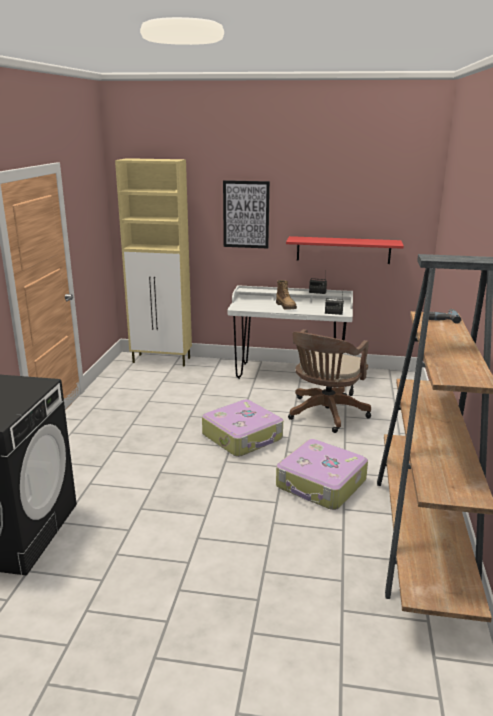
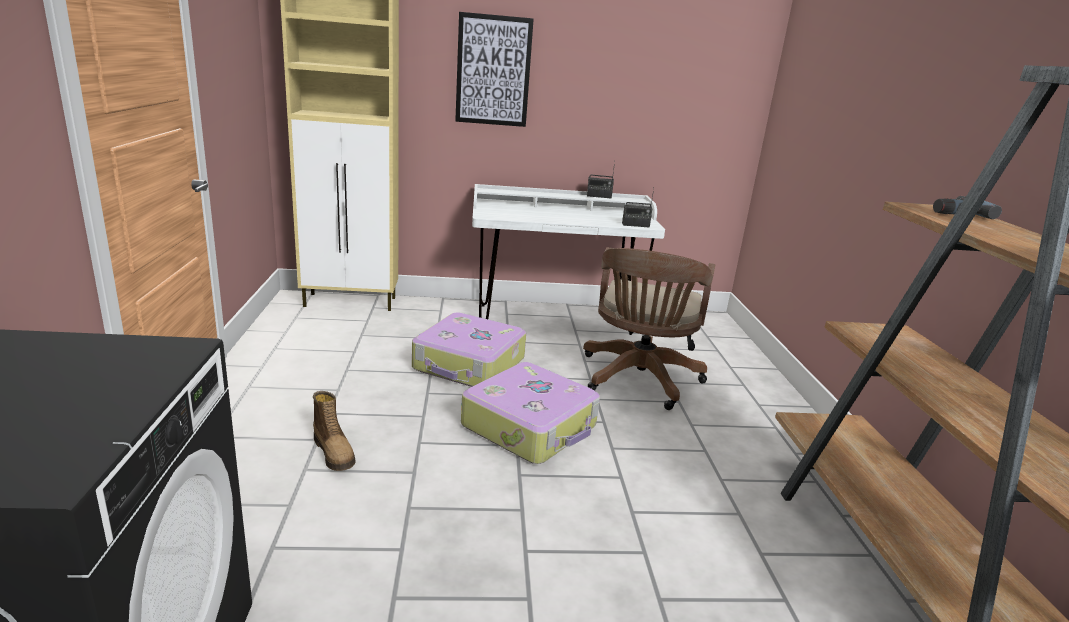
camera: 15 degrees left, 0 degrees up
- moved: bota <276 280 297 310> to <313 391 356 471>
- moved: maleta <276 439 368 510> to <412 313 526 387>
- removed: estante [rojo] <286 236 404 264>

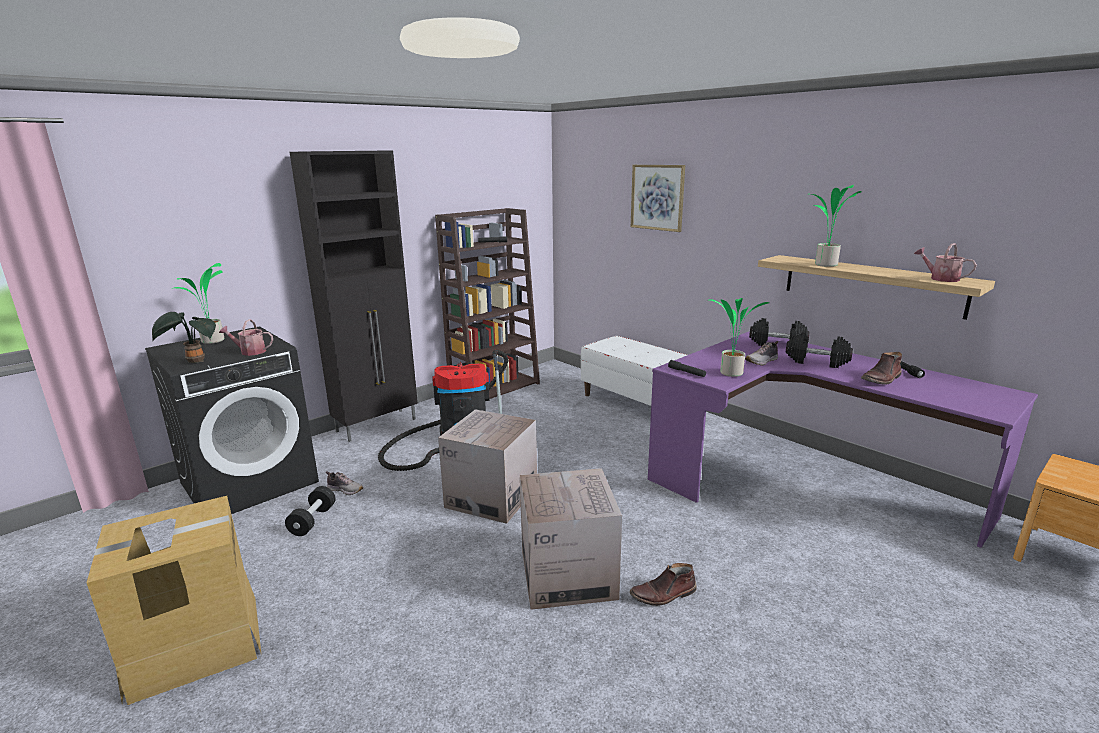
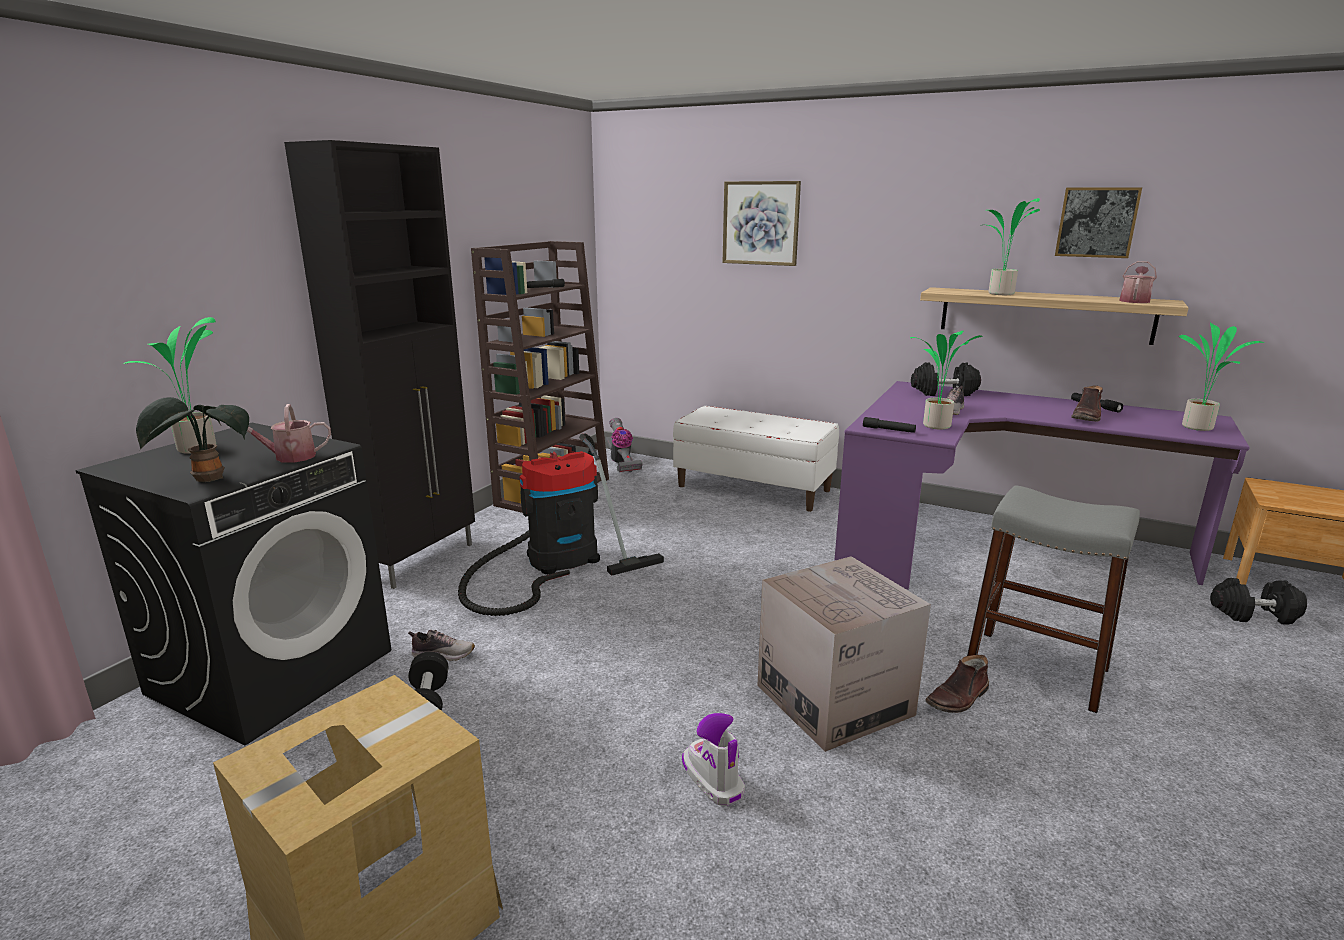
camera: 20 degrees left, 0 degrees up
- added: aspiradora <606 418 642 472>
- added: bota <682 713 745 806>
- added: taburete [gris] <967 485 1140 713>
- added: cuadro <1055 187 1142 258>
- turned: regadera <914 243 977 282> = <1119 261 1157 303> 90 degrees clockwise
- added: planta en maceta <1179 323 1264 431>
- moved: mancuerna [negro] <786 332 853 368> to <1210 578 1307 625>
- removed: caja de cartón <438 409 537 524>

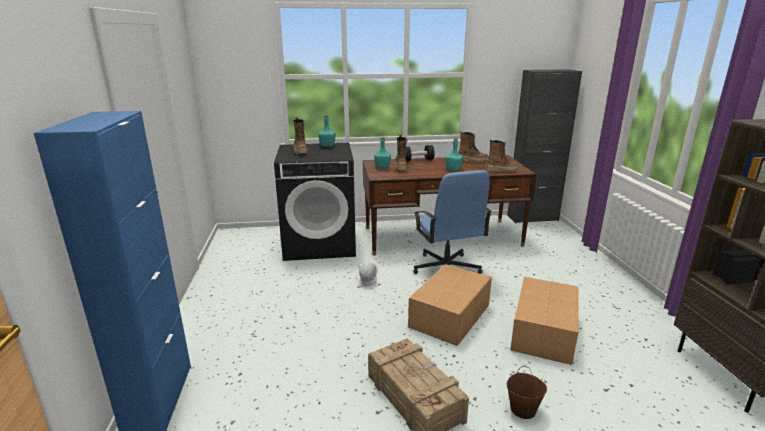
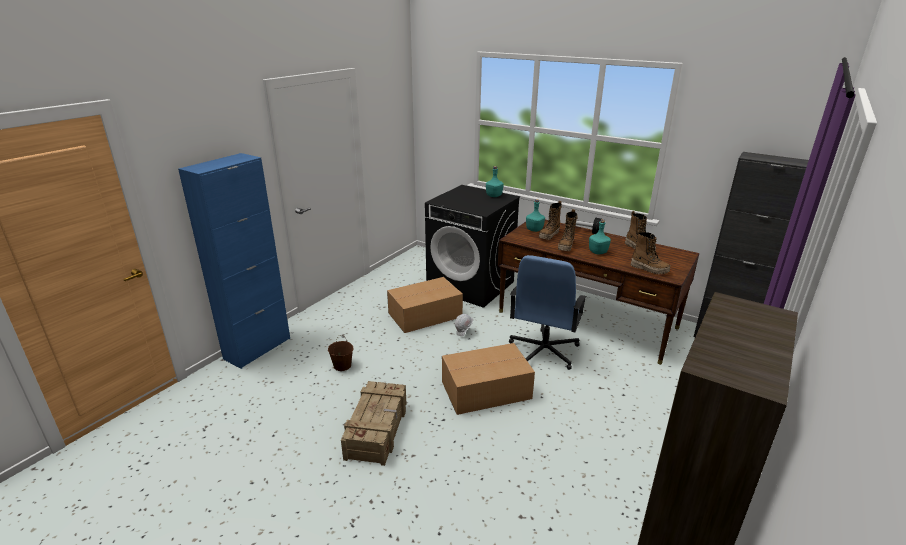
camera: 40 degrees right, 5 degrees up
- moved: cubo [marrón] <507 366 547 419> to <328 335 353 371>
- moved: caja de cartón <510 277 579 365> to <387 277 463 333>
- moved: bota <293 117 308 154> to <558 209 578 251>

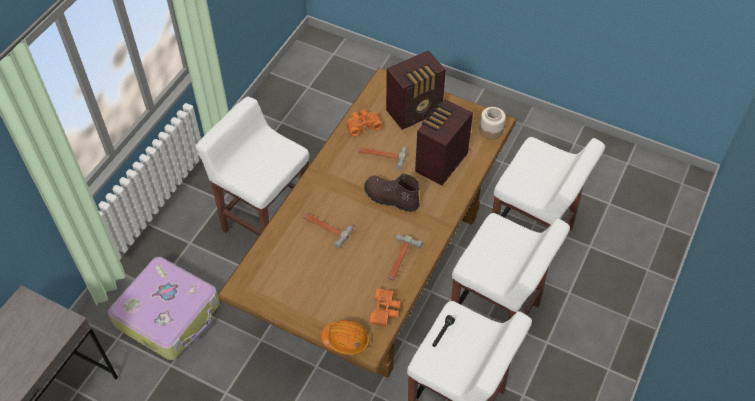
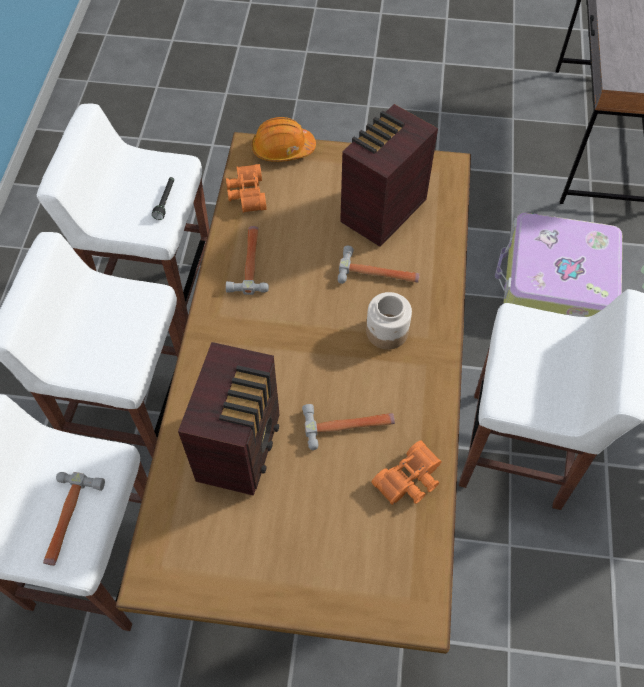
camera: 160 degrees right, 5 degrees up
- added: martillo <43 472 105 566>
- moved: radio <386 50 446 130> to <340 104 438 247>
- moved: tarro <479 107 506 140> to <366 292 412 350>
- removed: bota [marrón] <364 173 420 212>

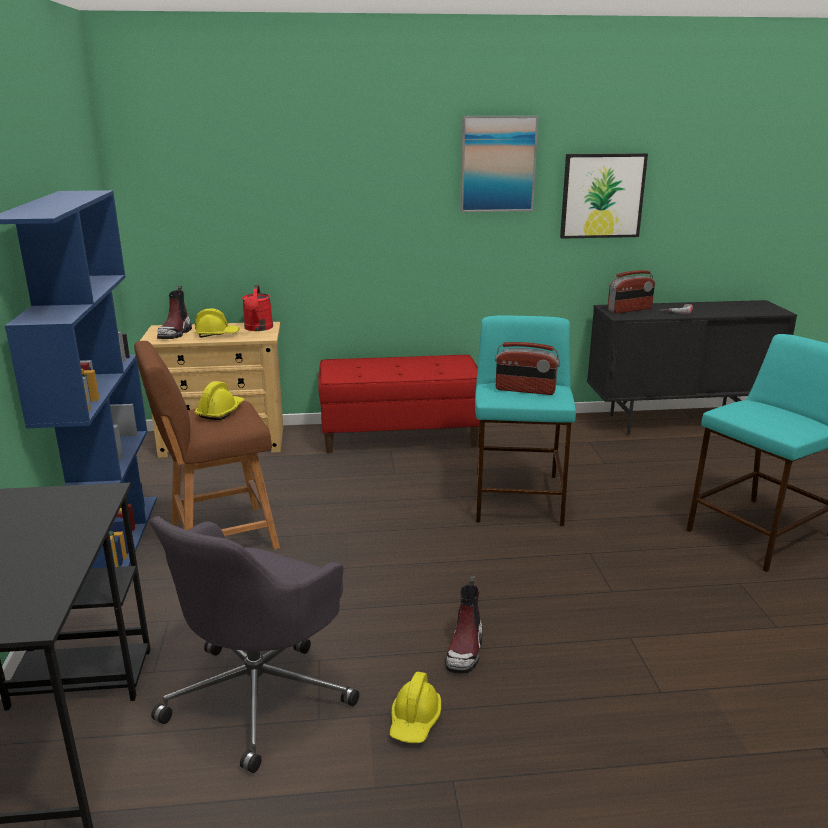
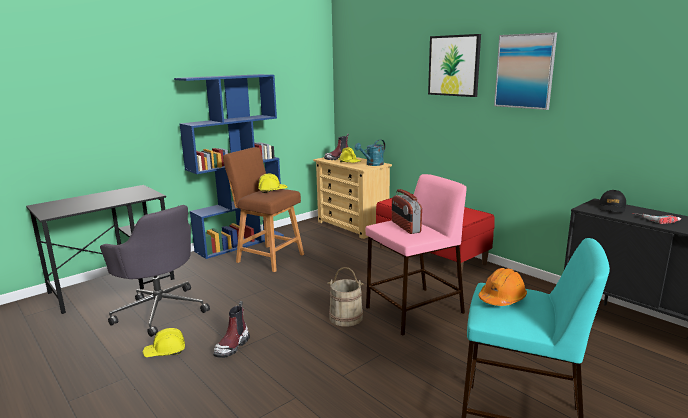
camera: 55 degrees right, 5 degrees down
- turned: silla de oficina [gris] <150 516 359 773> = <100 205 210 337> 135 degrees counterclockwise
- turned: bota <445 576 483 673> = <213 301 250 358> 45 degrees counterclockwise
- added: cubo [beis] <328 267 364 327>
- recoloured: regadera [rojo] <242 285 273 331> to regadera [turquesa] <355 140 385 166>
- recoloured: taburete [turquesa] <475 316 576 526> to taburete [rosa] <366 174 467 336>
- moved: cuadro <560 153 648 239> to <428 34 481 97>
- added: casco [naranja] <479 268 527 306>
- replaced: radio <607 270 655 313> to gorra [negro] <599 190 626 213>

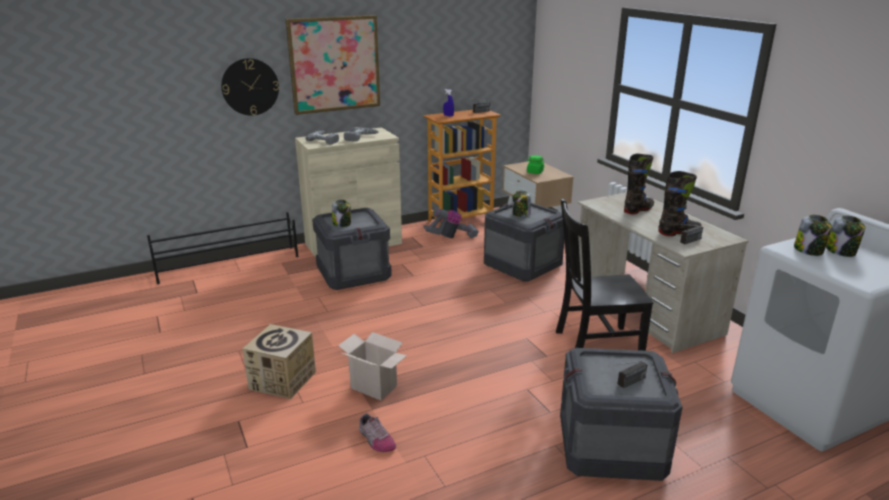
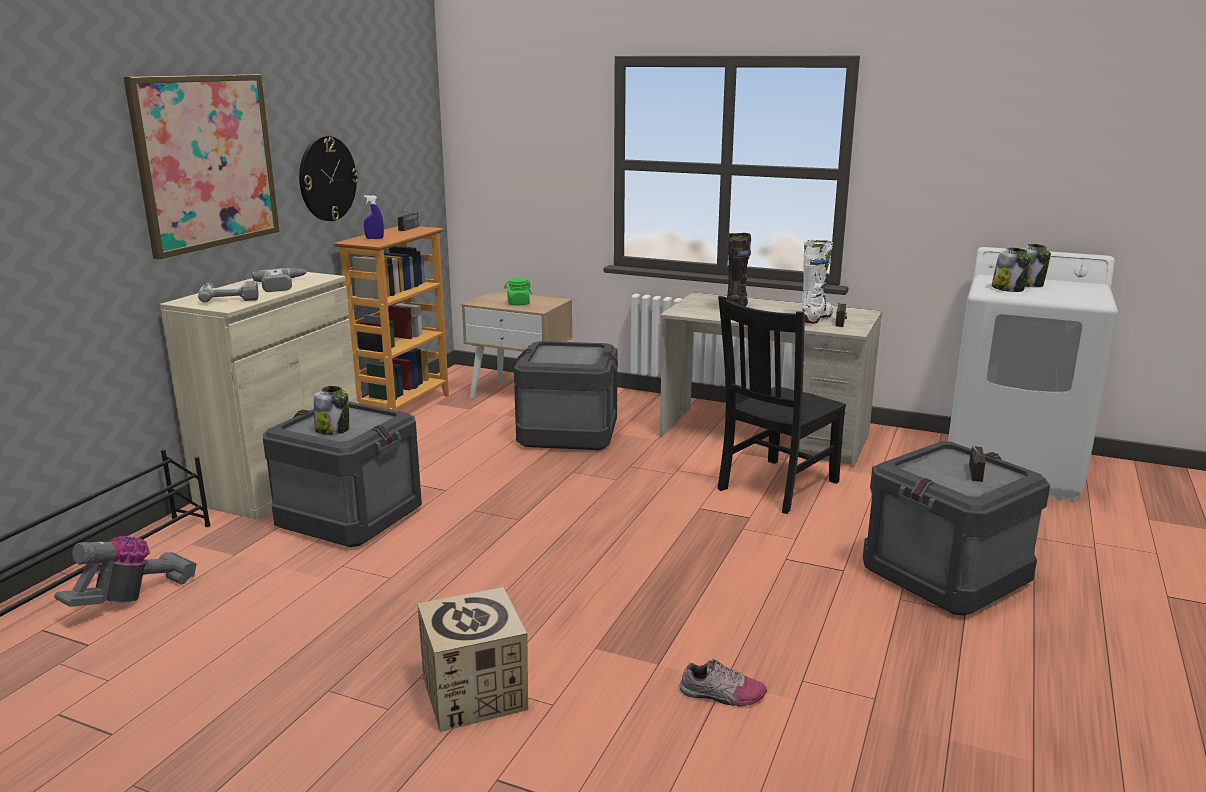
camera: 40 degrees left, 5 degrees down
- moved: aspiradora <423 208 479 238> to <54 536 197 607>
- moved: reloj de pared <221 58 279 116> to <299 136 359 221>
- recoloured: bota [negro] <659 171 702 236> to bota [blanco] <801 240 833 324>
- removed: caja de cartón <338 332 407 400>
- removed: tarro <512 191 531 217>

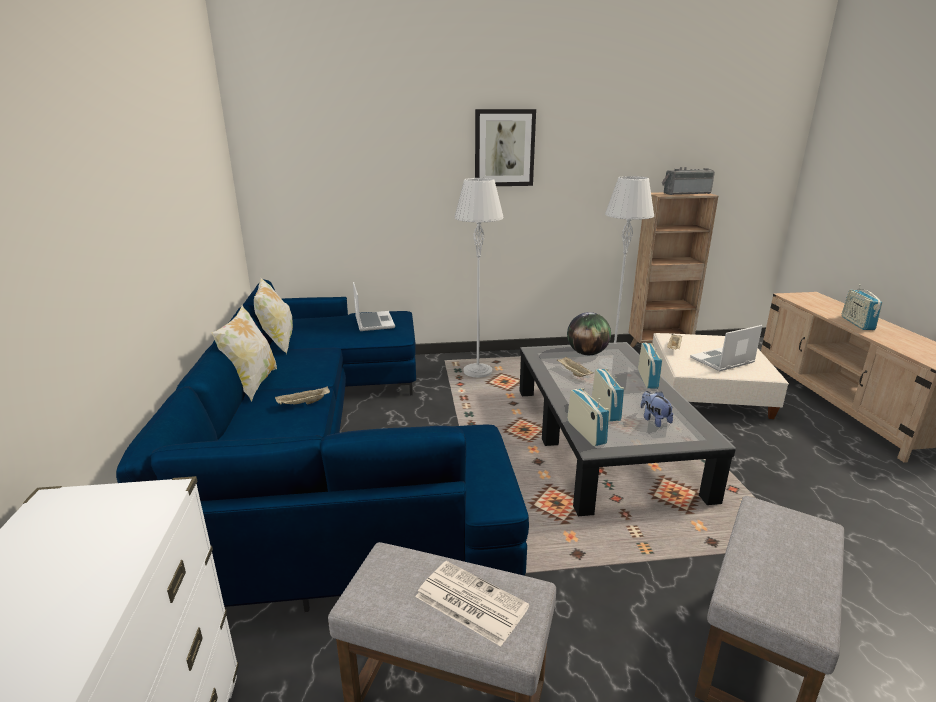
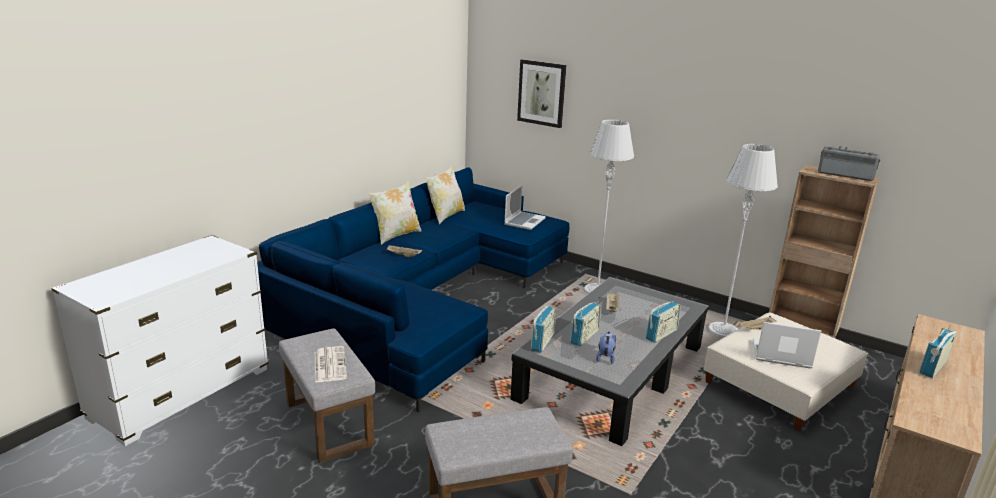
camera: 40 degrees right, 0 degrees up
- moved: cuadro <475 109 536 186> to <517 59 566 128>
- removed: globo terráqueo <567 312 611 355>

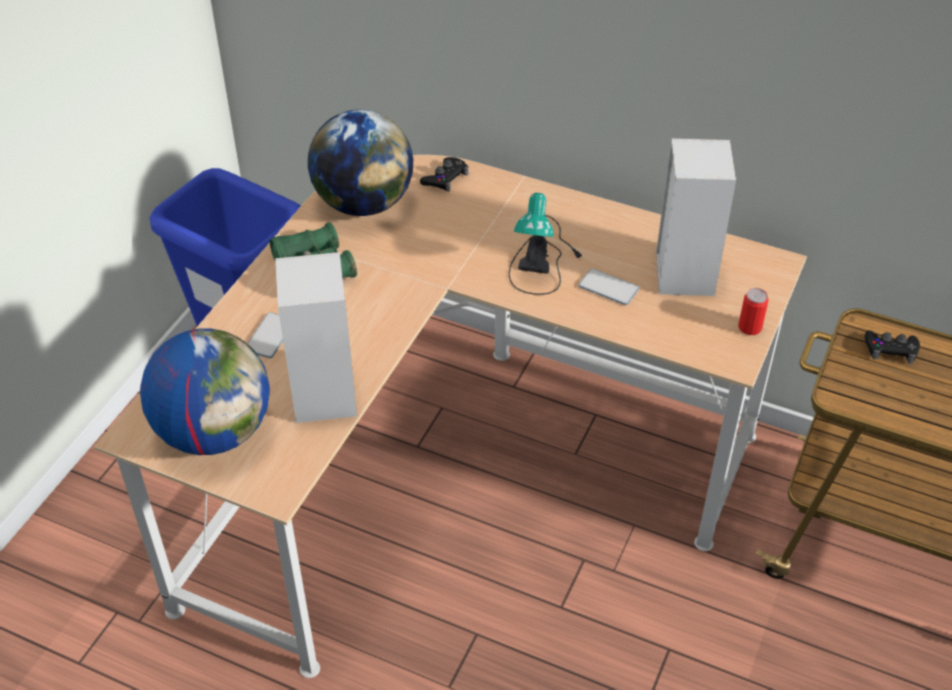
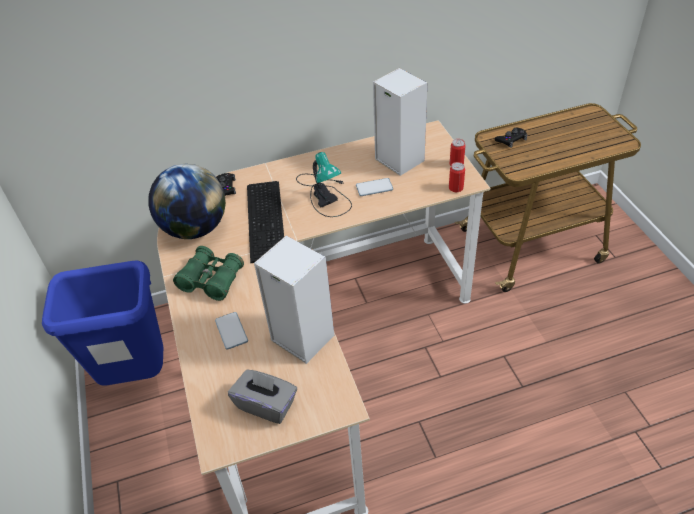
camera: 40 degrees left, 0 degrees up
- replaced: globo terráqueo <140 329 270 455> to caja de pañuelos [gris] <228 370 297 424>
- added: teclado <247 181 284 263>
- added: lata <449 162 465 192>

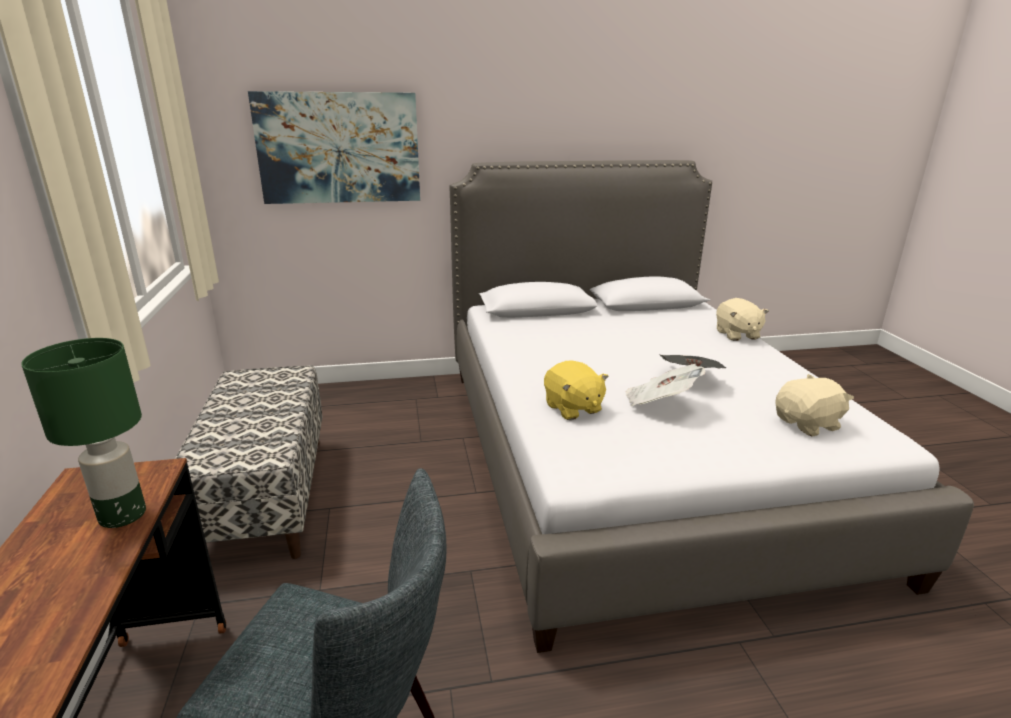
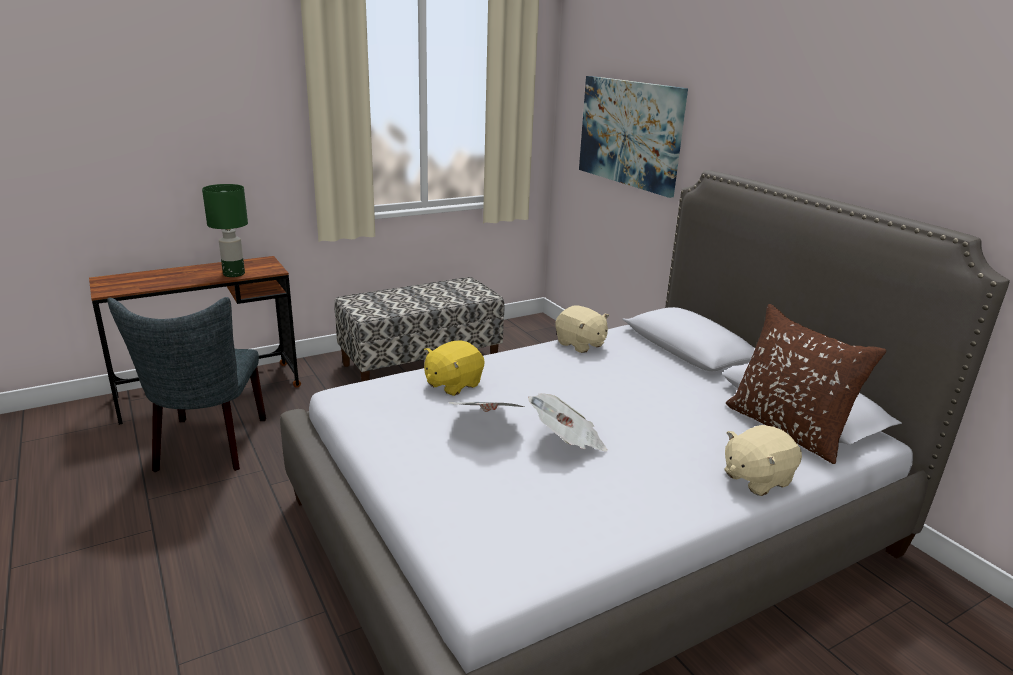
camera: 70 degrees right, 0 degrees up
- moved: peluche [beis] <775 374 854 437> to <555 305 609 353>
- added: cojín [marrón] <726 304 886 464>

